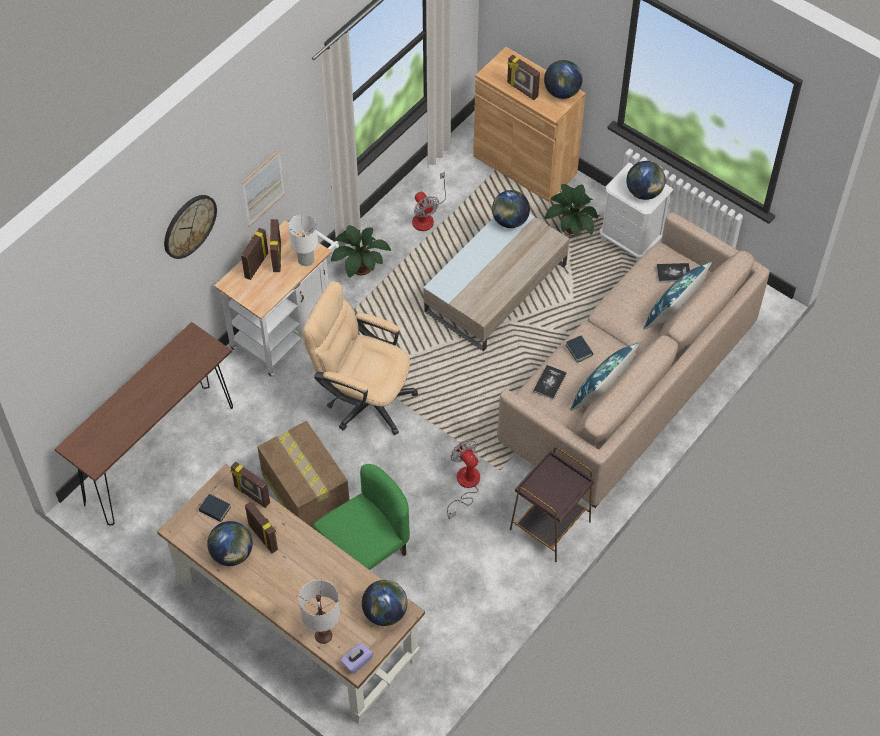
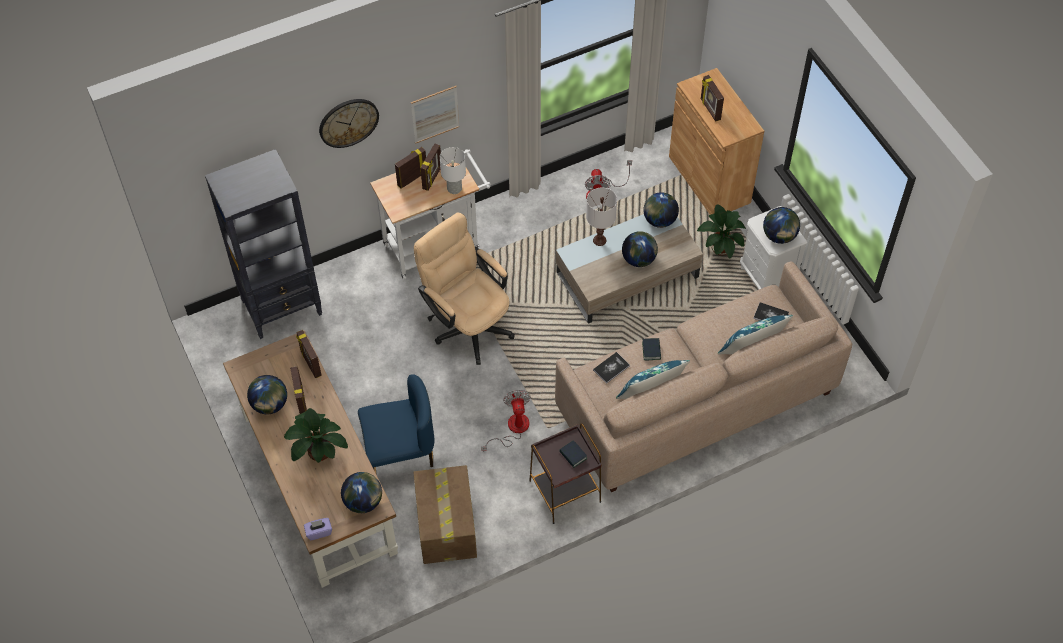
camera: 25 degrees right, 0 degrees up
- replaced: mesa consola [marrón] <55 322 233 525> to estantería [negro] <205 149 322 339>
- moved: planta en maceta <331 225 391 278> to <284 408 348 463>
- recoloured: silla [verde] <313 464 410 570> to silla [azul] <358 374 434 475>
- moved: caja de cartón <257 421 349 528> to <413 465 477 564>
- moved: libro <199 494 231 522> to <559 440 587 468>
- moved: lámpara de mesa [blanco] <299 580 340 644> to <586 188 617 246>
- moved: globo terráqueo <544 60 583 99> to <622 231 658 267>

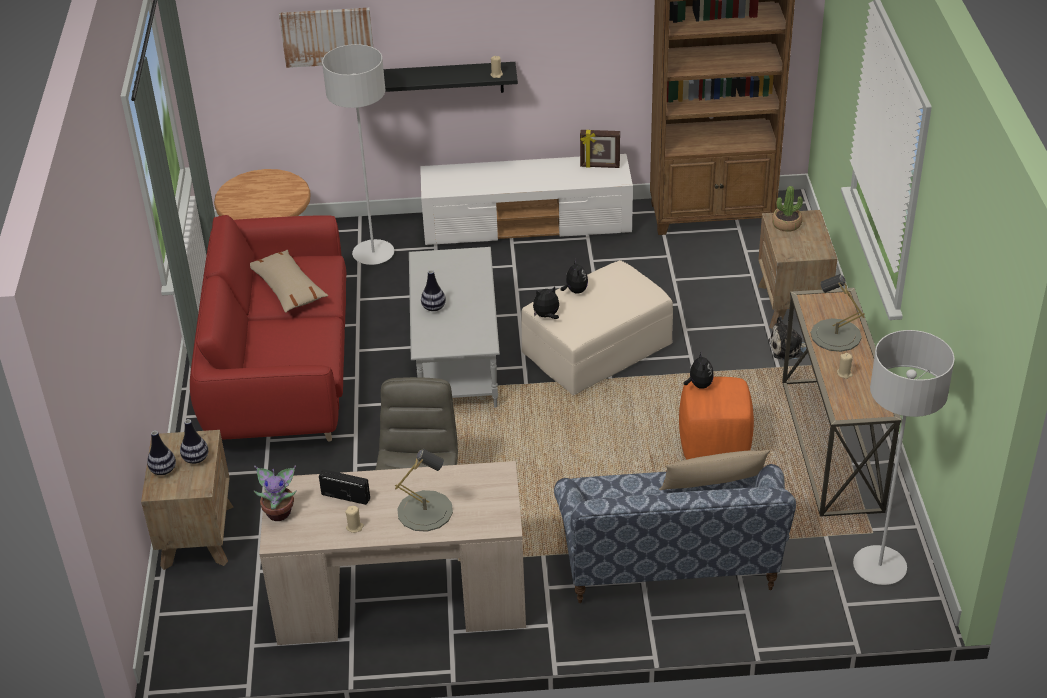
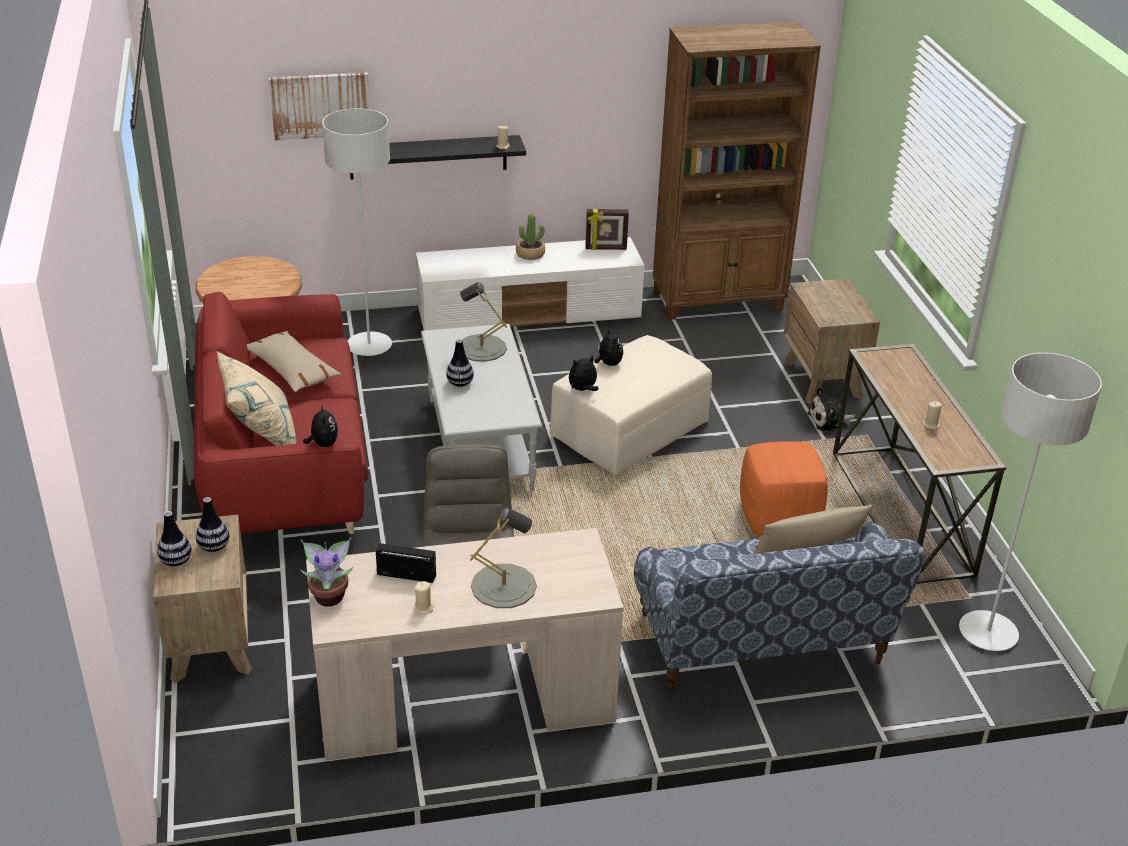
camera: 10 degrees left, 5 degrees down
- added: cojín [beis] <217 352 296 446>
- moved: peluche <684 351 714 389> to <303 403 339 447>
- moved: lámpara de mesa [gris] <811 274 865 352> to <460 282 507 362>
- moved: planta en maceta <772 186 803 232> to <516 214 545 260>

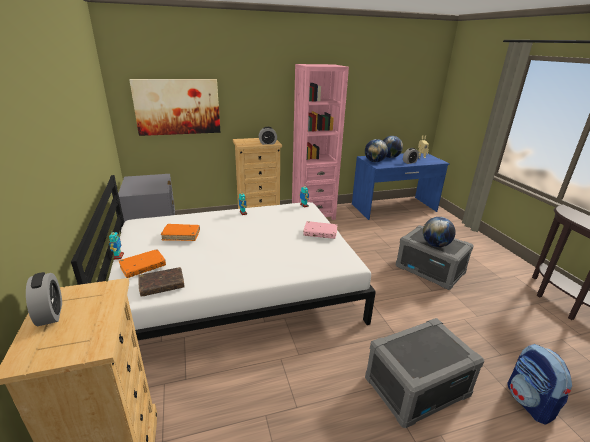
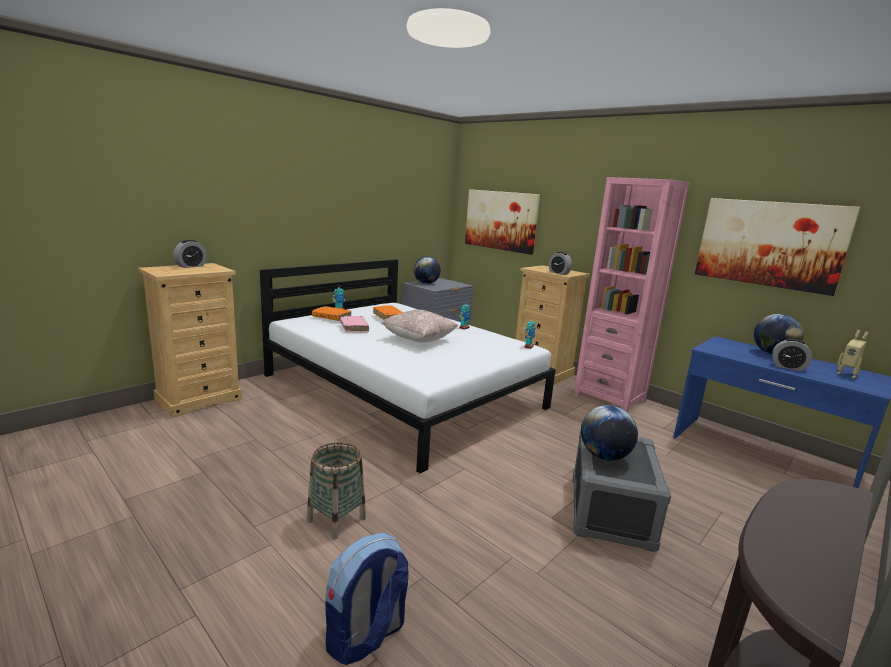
camera: 60 degrees right, 10 degrees down
- replaced: caja de almacenaje [gris] <365 318 484 428> to cesta <307 442 366 539>
- moved: libro [rosa] <303 221 338 239> to <340 316 369 332>
- added: cojín [beis] <382 310 458 343>
- moved: globo terráqueo <365 139 388 162> to <414 257 441 284>
- added: cuadro <695 198 860 296>
- removed: libro [marrón] <138 267 185 296>

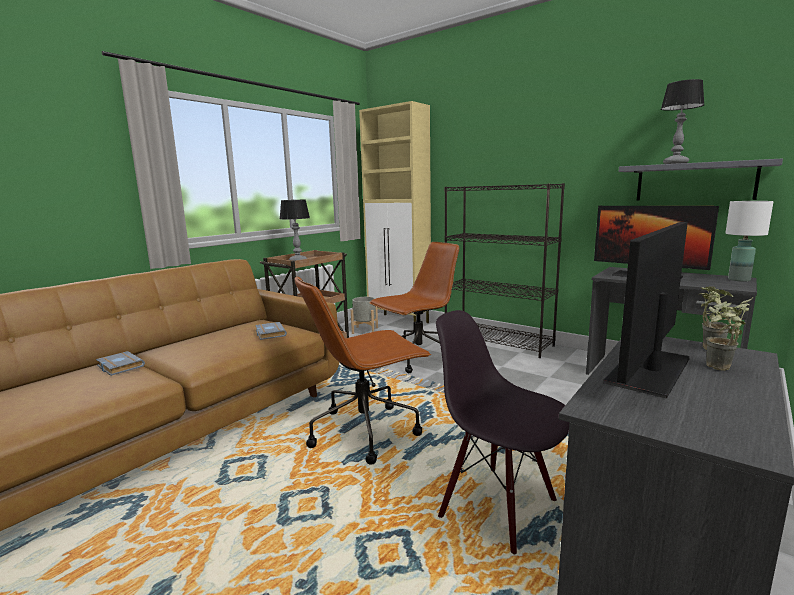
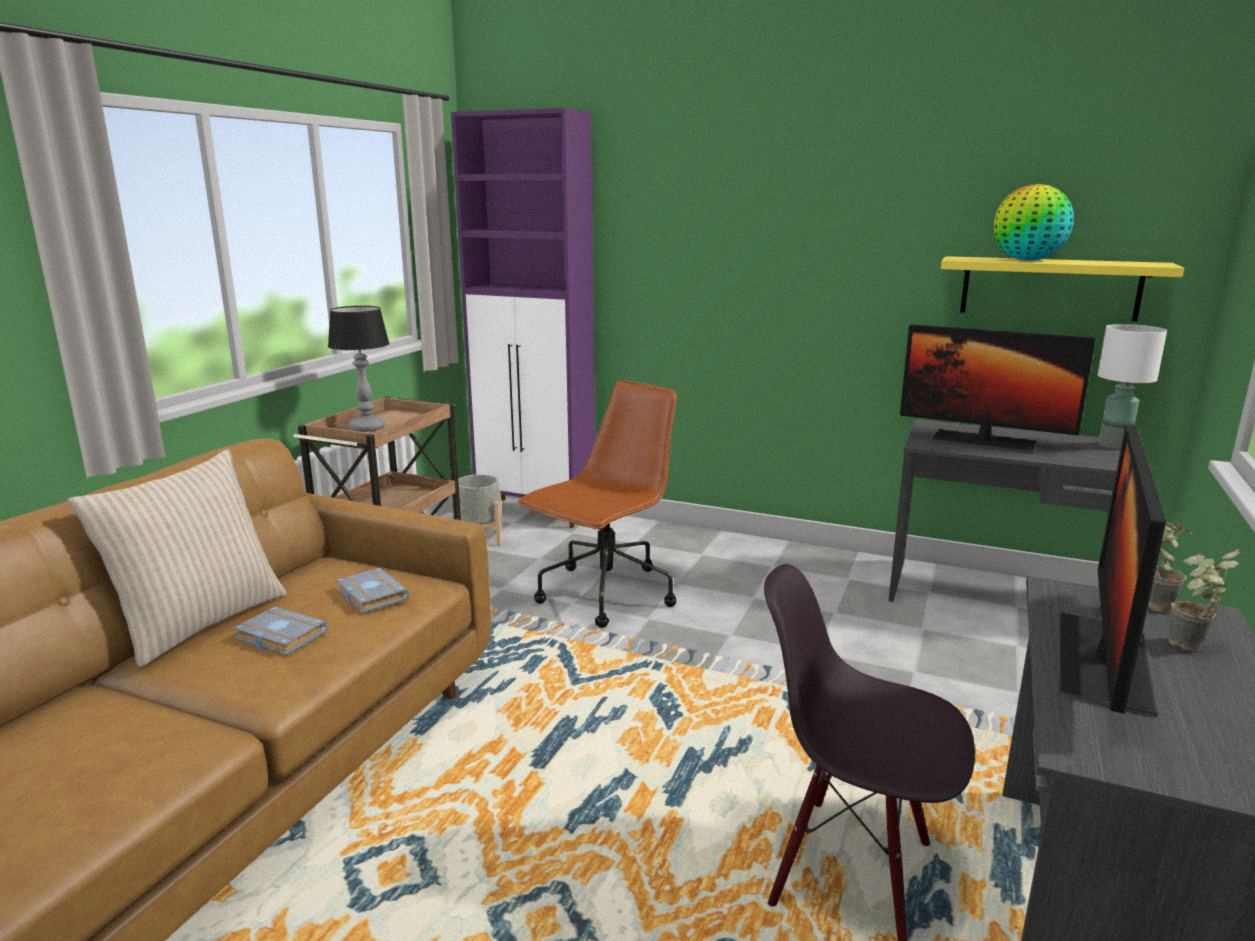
camera: 15 degrees left, 5 degrees up
- added: cojín [beis] <68 449 287 668>
- moved: libro [gris] <96 351 145 376> to <233 606 328 656>
- recoloured: armario [beis] <359 101 431 323> to armario [morado] <451 108 595 528>
- recoloured: estante [gris] <619 159 783 201> to estante [amarillo] <941 256 1184 321>
- replaced: lámpara de mesa <661 79 705 164> to globo terráqueo <993 184 1074 260>
- removed: silla de oficina [marrón] <295 276 432 465>
- removed: estantería [negro] <444 183 565 358>

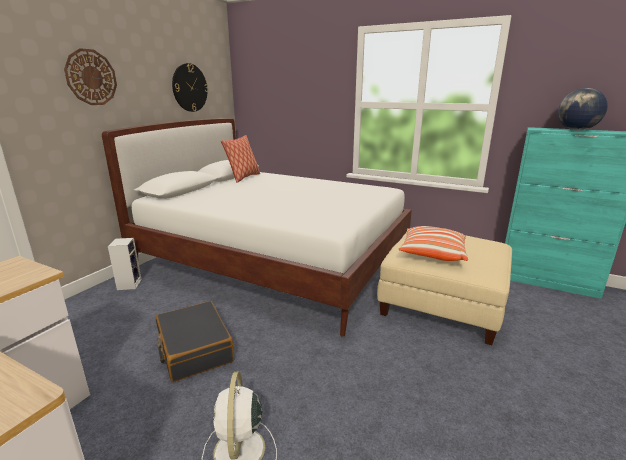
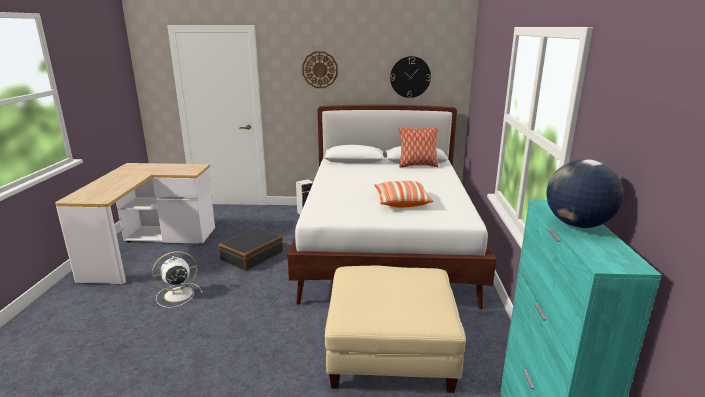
camera: 65 degrees right, 0 degrees up
- moved: cojín <399 226 468 261> to <374 181 434 208>

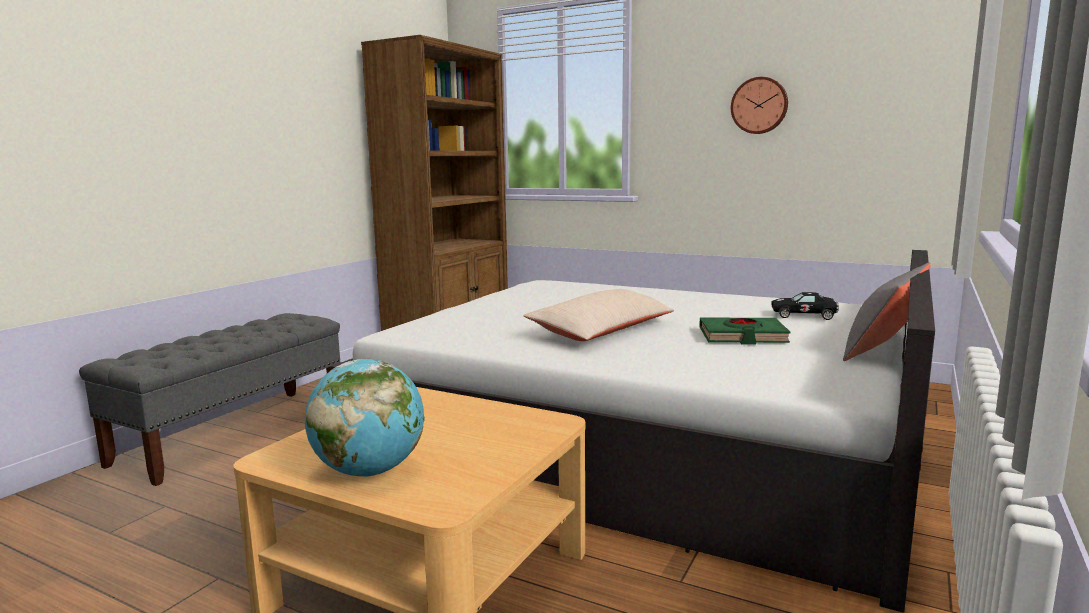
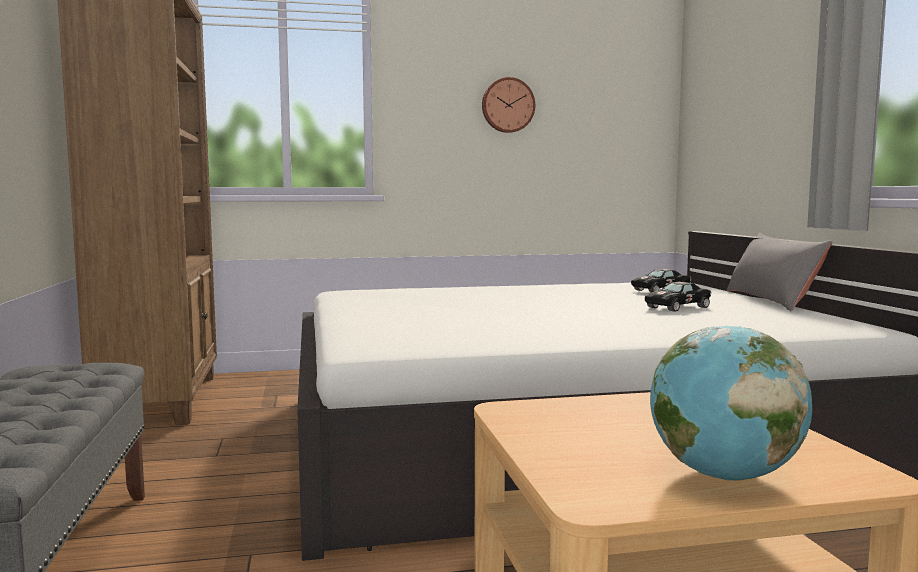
camera: 40 degrees left, 5 degrees down
- replaced: libro [verde] <699 317 790 345> to coche de juguete [negro] <645 282 711 312>
- removed: cojín [beis] <523 289 674 341>

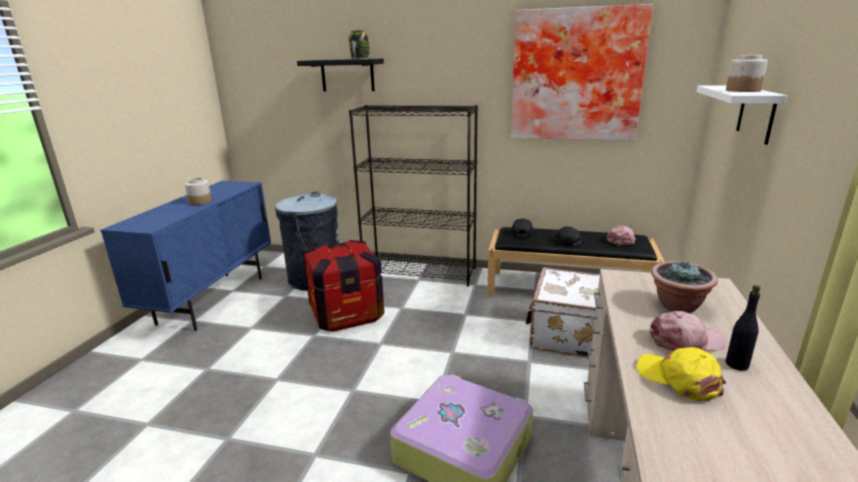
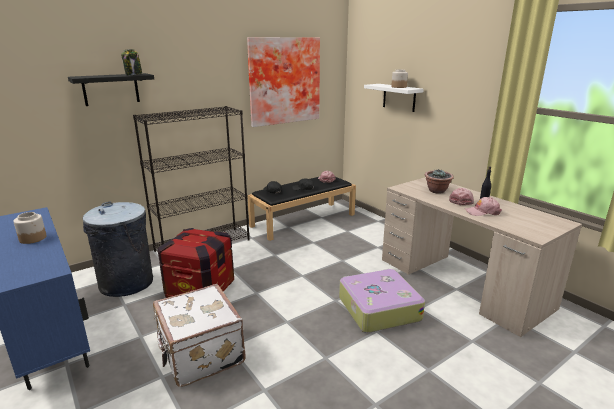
camera: 50 degrees left, 0 degrees up
- moved: maleta [blanco] <526 267 600 358> to <153 284 245 387>
- recoloured: gorra [amarillo] <637 347 726 401> to gorra [rosa] <465 197 502 216>

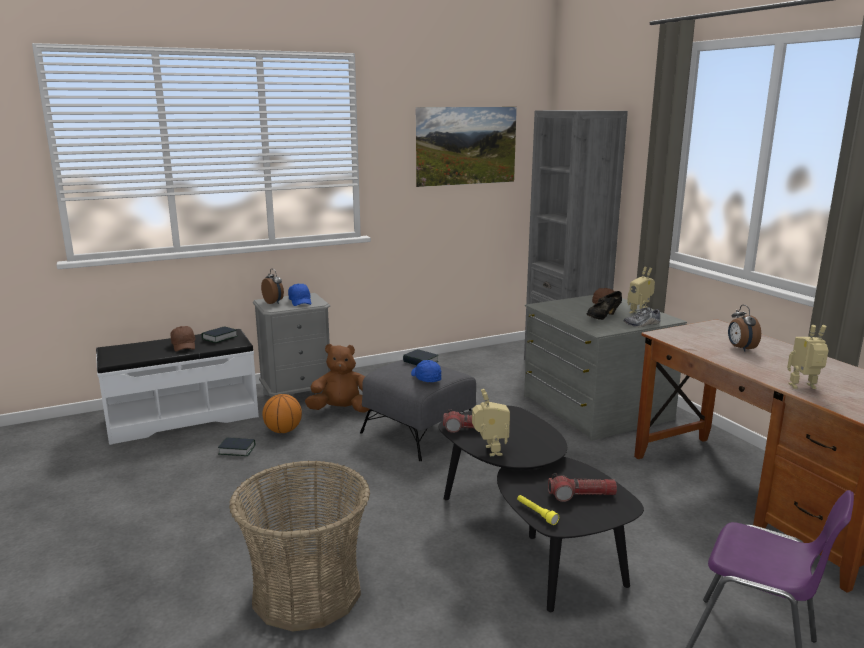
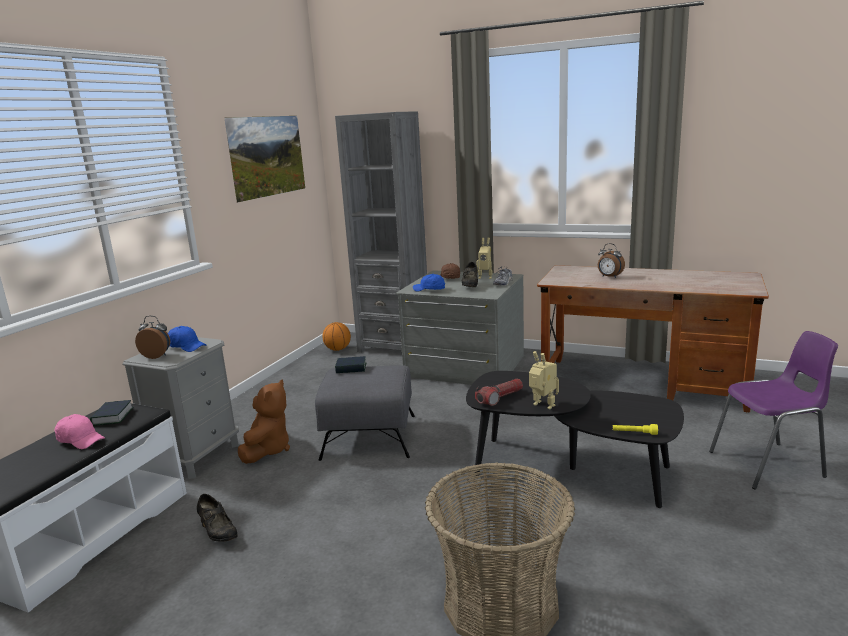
camera: 40 degrees left, 0 degrees up
- recoloured: gorra [marrón] <171 326 195 352> to gorra [rosa] <55 414 105 449>
- replaced: libro <218 437 255 456> to zapato [negro] <197 494 238 542>
- turned: peluche [marrón] <305 344 369 412> = <238 380 290 464> 150 degrees clockwise
- moved: balón de baloncesto <263 394 302 433> to <323 322 351 351>
- moved: gorra [azul] <411 360 441 382> to <413 274 445 292>
- removed: linterna <548 473 617 502>
- removed: robot de juguete <787 325 829 389>

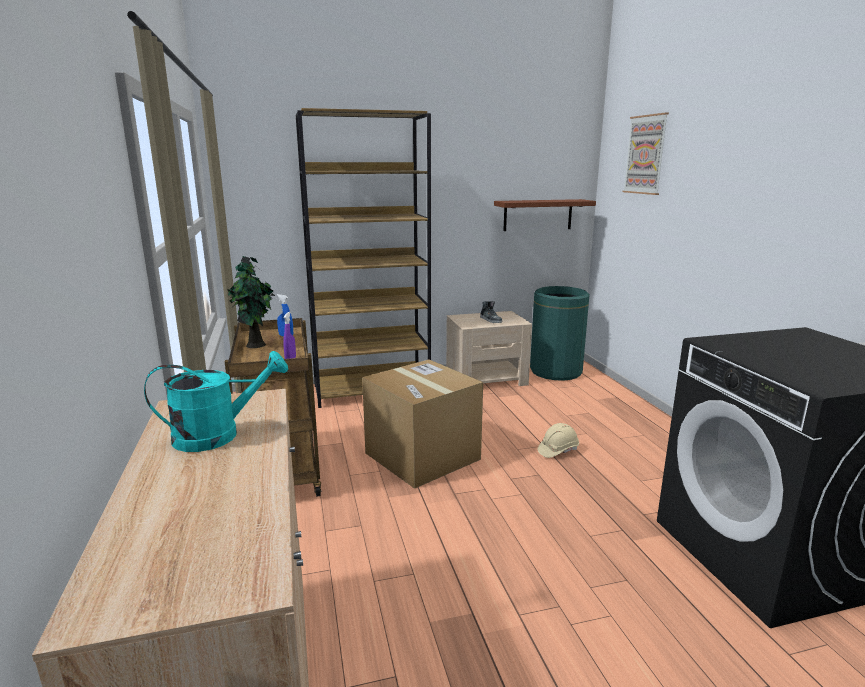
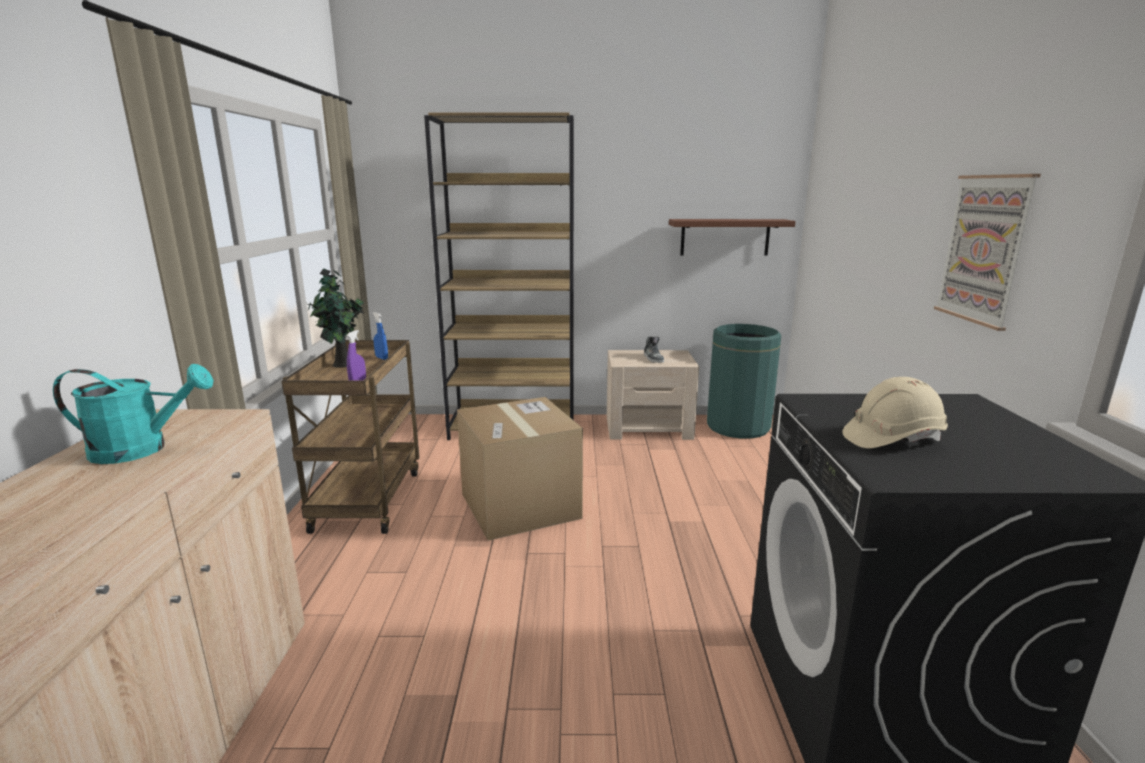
camera: 15 degrees right, 0 degrees up
- moved: casco [beis] <537 423 579 458> to <842 377 948 448>
- moved: cuadro <622 113 669 195> to <934 174 1041 331>

